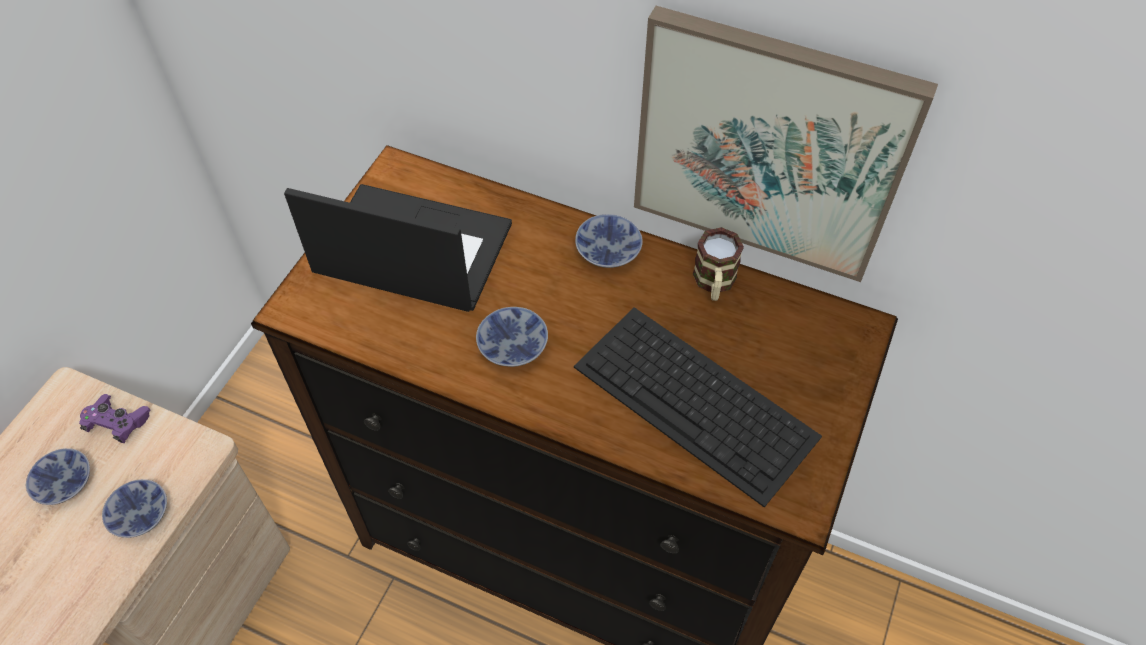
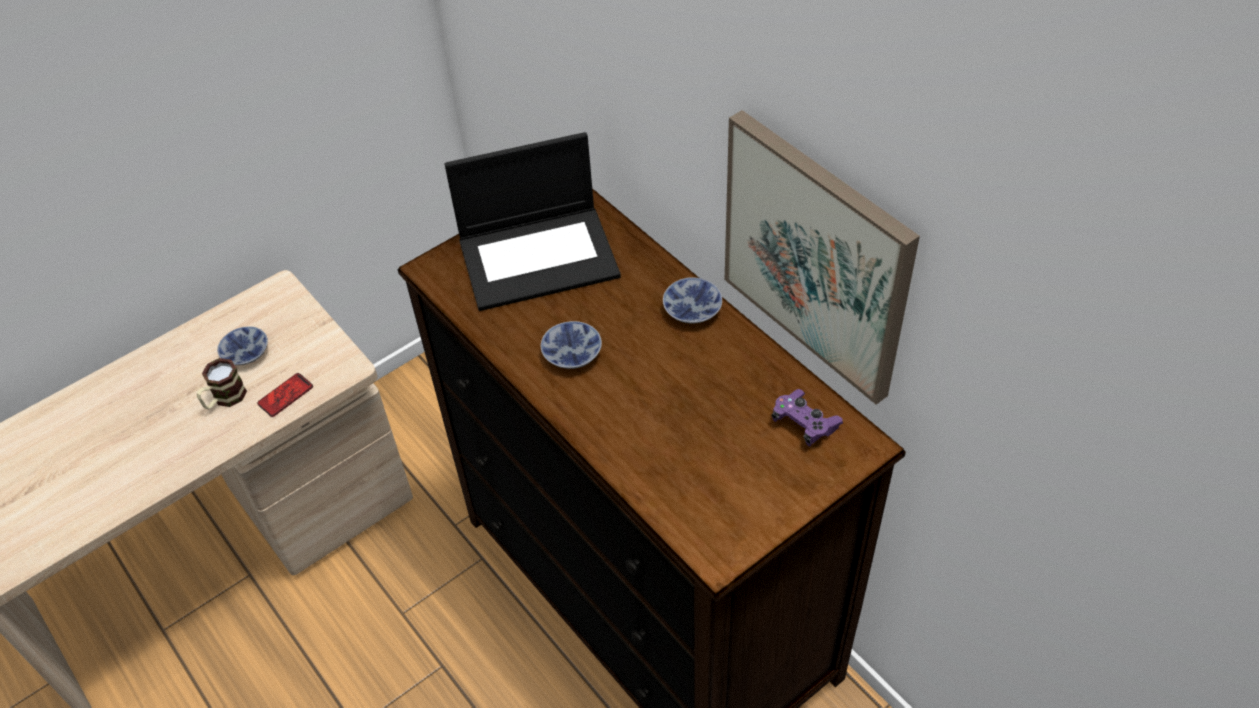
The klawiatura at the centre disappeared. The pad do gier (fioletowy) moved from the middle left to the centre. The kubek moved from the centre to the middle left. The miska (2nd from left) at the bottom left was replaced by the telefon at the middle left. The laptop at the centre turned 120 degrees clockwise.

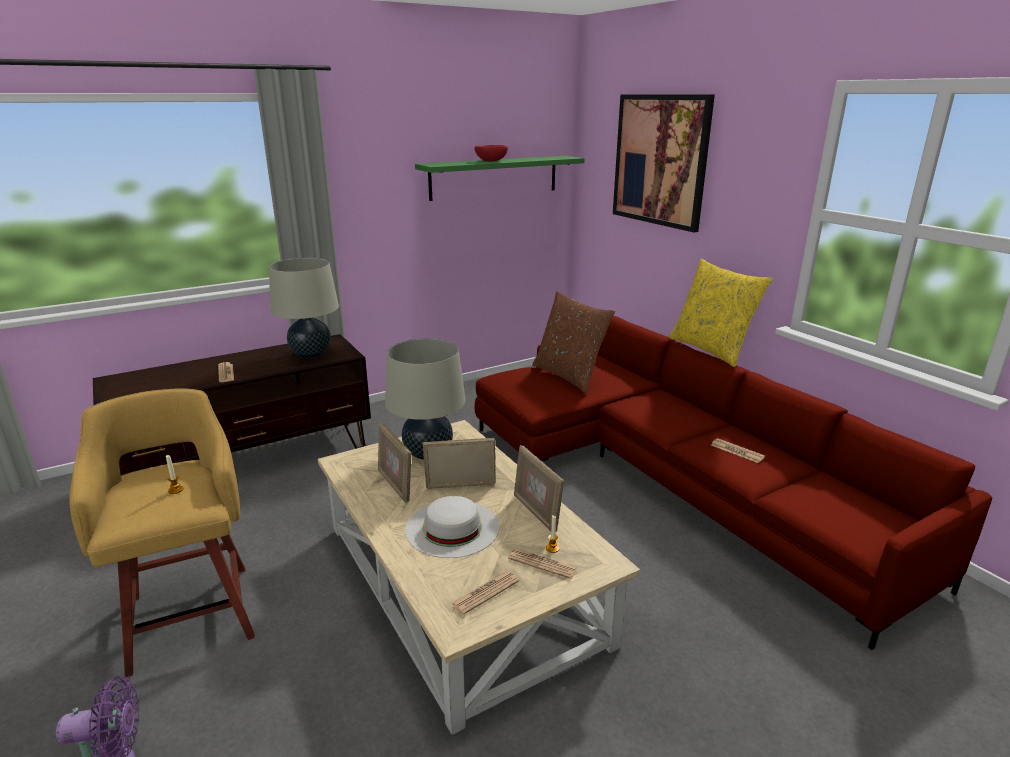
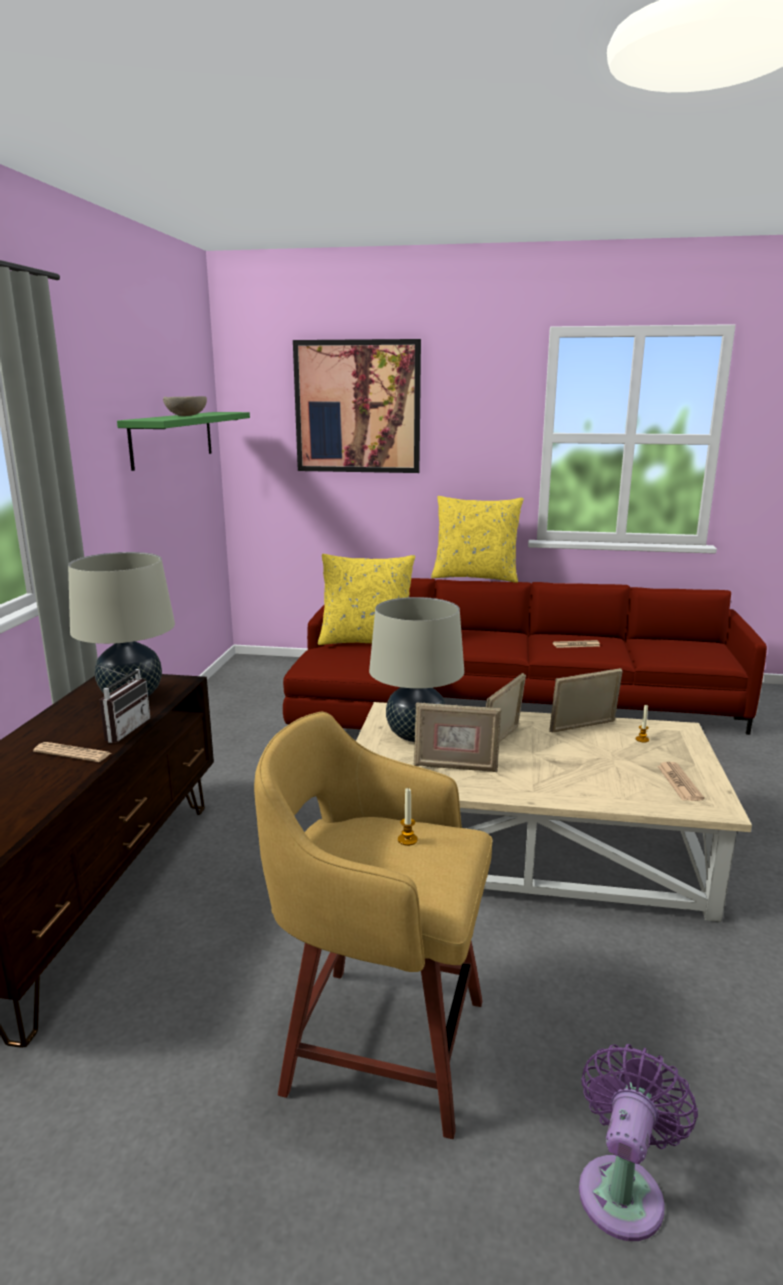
The kapelusz (biały) at the bottom centre disappeared. The gazeta (3rd from left) at the bottom centre disappeared. The radio at the middle left appeared. The miska (czerwony) at the top centre became the miska (beżowy) at the top left. The poduszka (brązowy) at the centre became the poduszka (żółty) (1st from left) at the centre. The ramka na zdjęcie (3rd from left) at the centre turned 150 degrees clockwise.

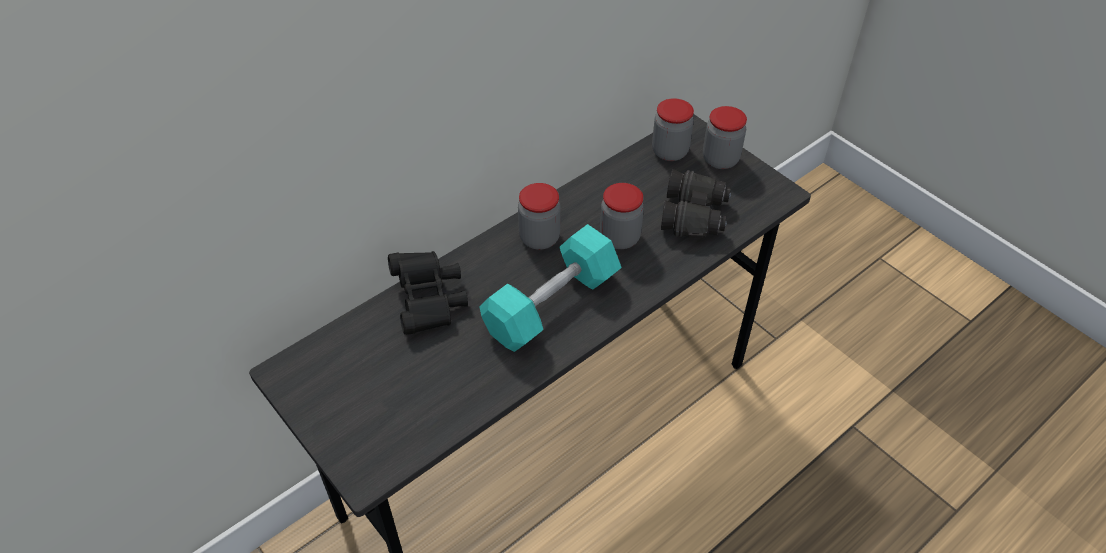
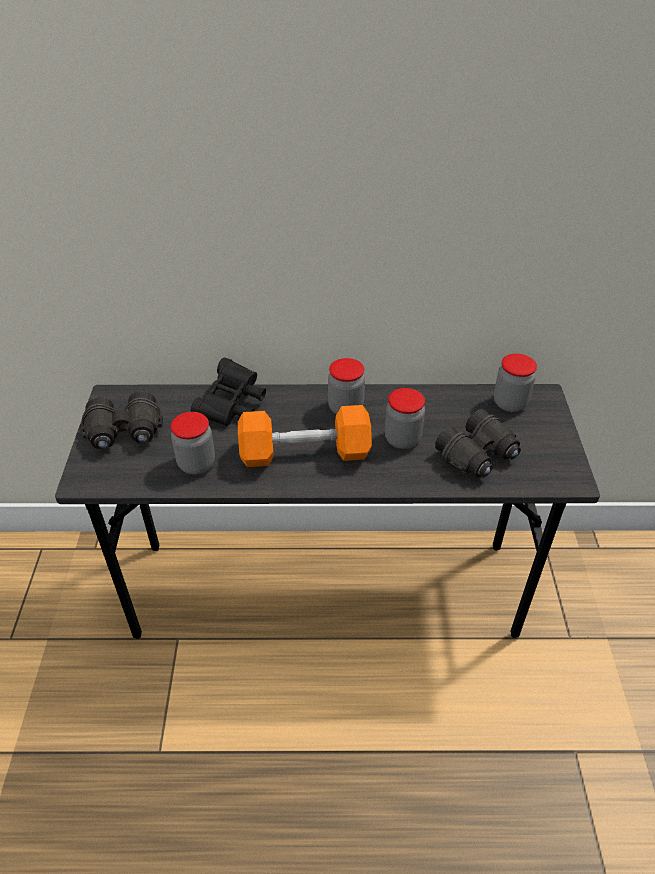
The lornetka (czarny) (1st from left) at the middle left appeared. The słoik (4th from left in the first image) moved from the top centre to the middle left. The hantel (turkusowy) at the centre became the hantel (pomarańczowy) at the centre.

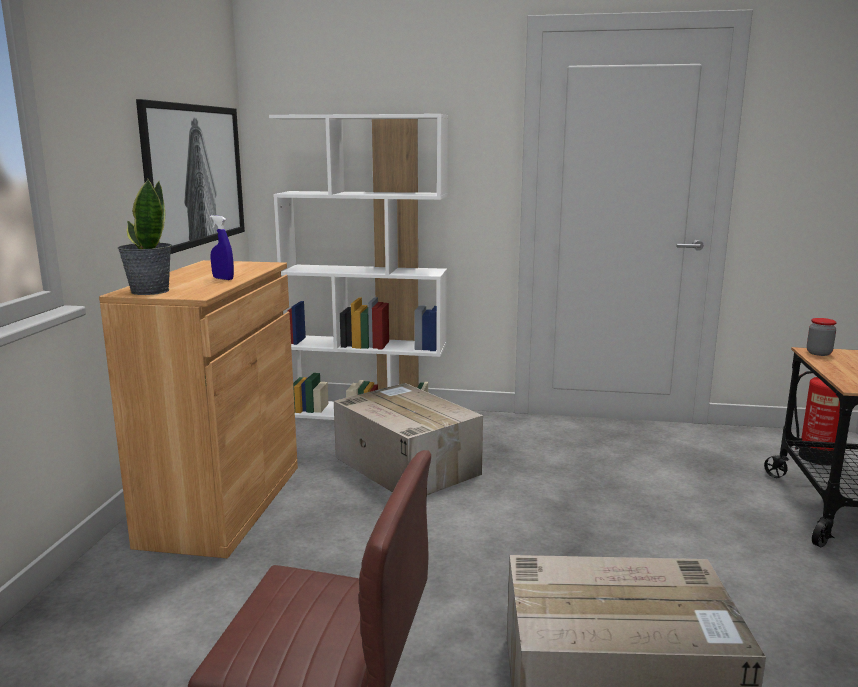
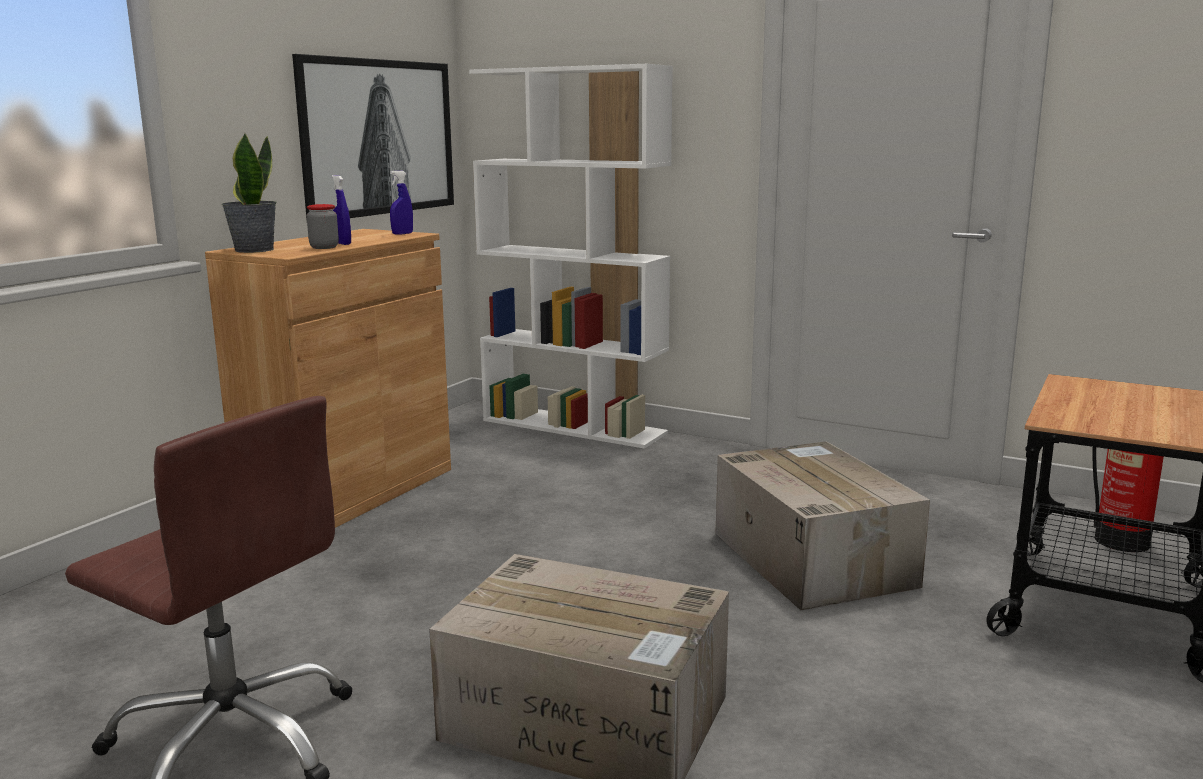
The spryskiwacz (niebieski) (2nd from left) at the top centre appeared. The karton (1st from left in the first image) moved from the centre to the bottom right. The słoik moved from the middle right to the top left.

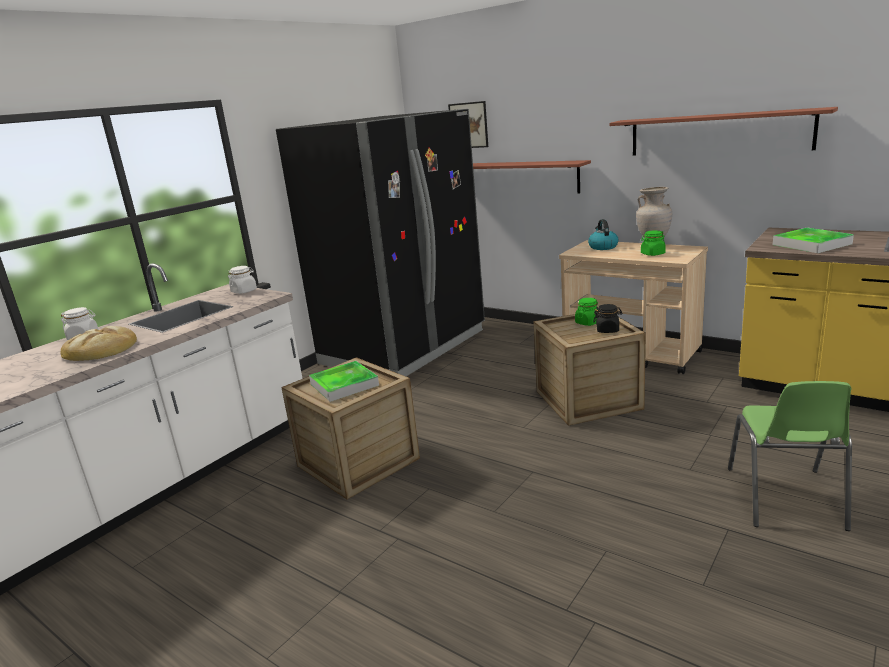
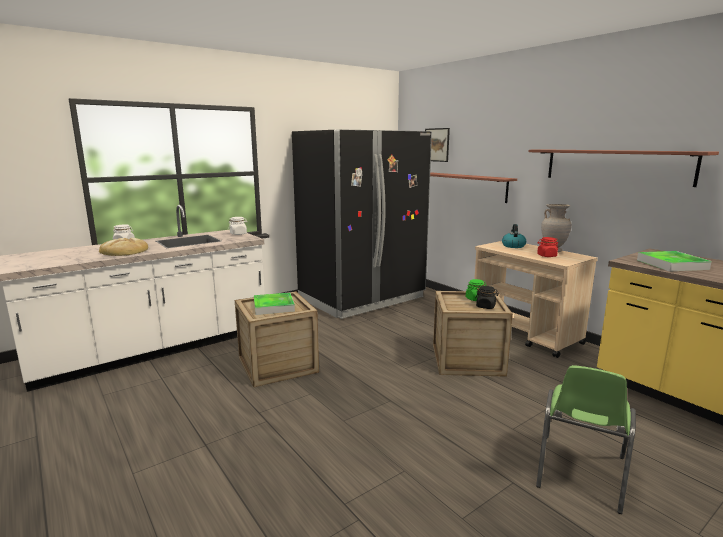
The słoik (zielony) (2nd from left) at the middle right became the słoik (czerwony) at the middle right.

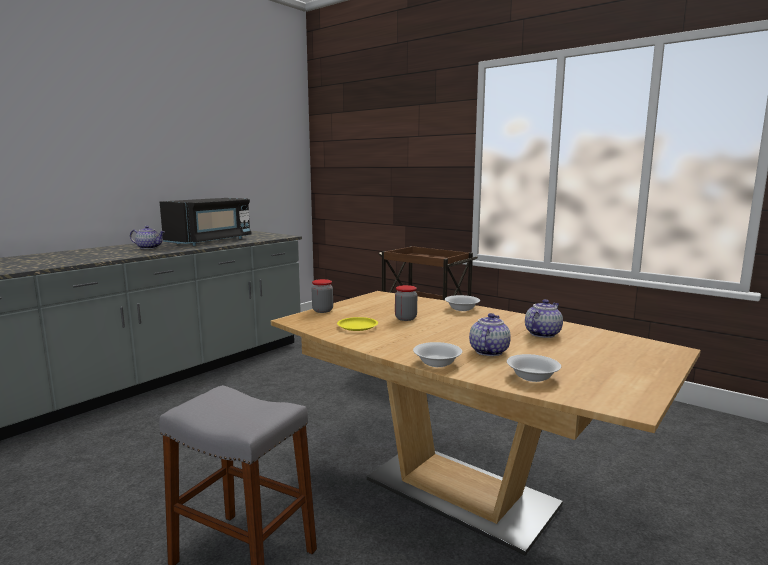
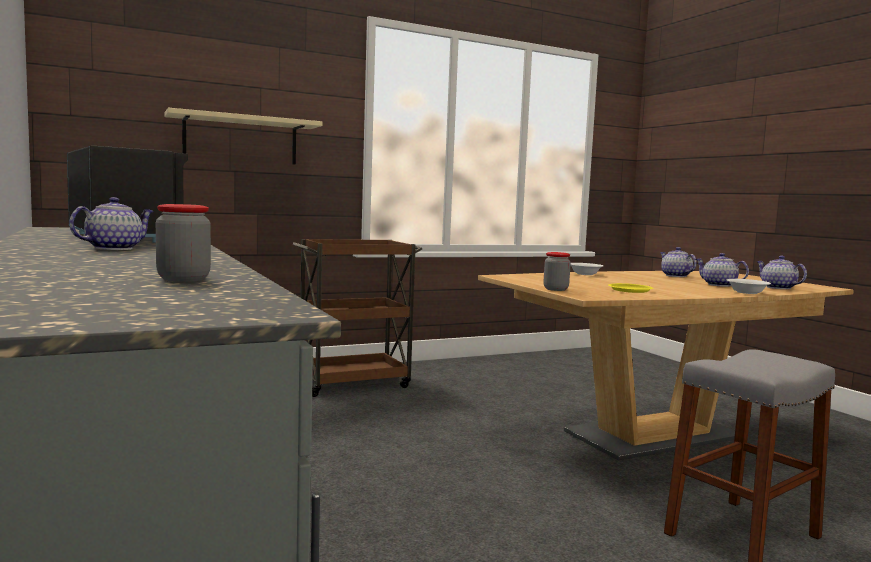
The półka (beżowy) at the top left appeared. The słoik (2nd from left in the first image) moved from the centre to the middle left. The miska (biały) (3rd from left) at the middle right was replaced by the imbryk (4th from left) at the middle right.

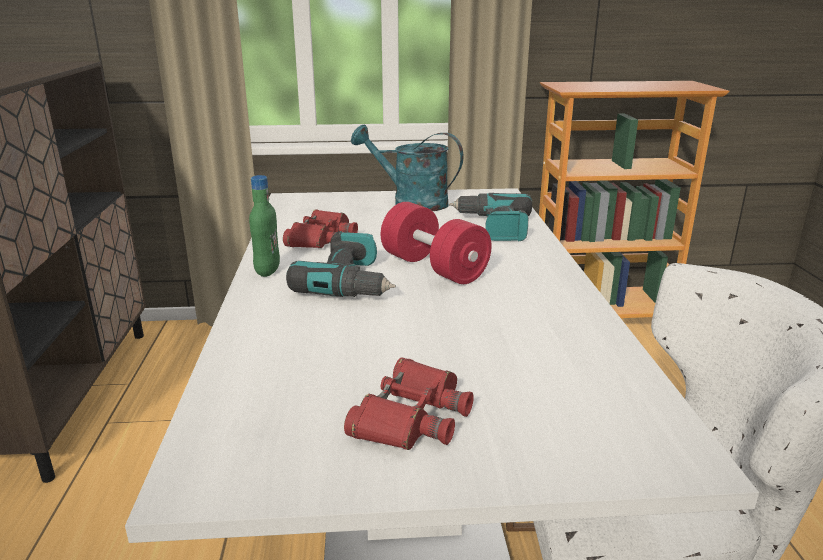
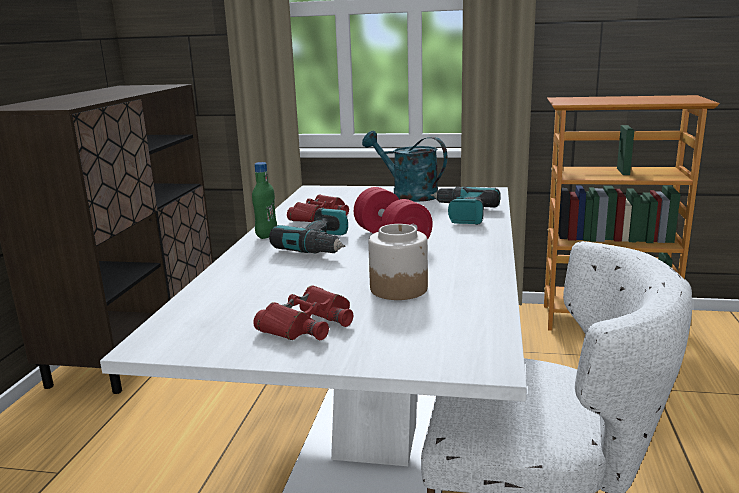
The słoik at the centre appeared.

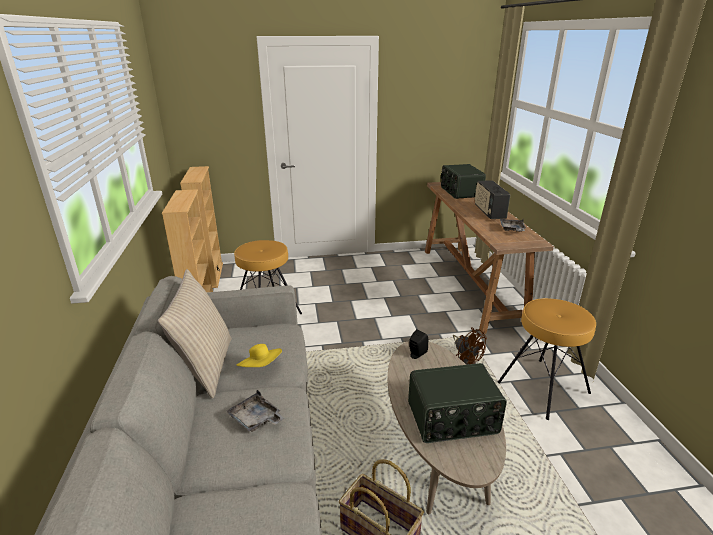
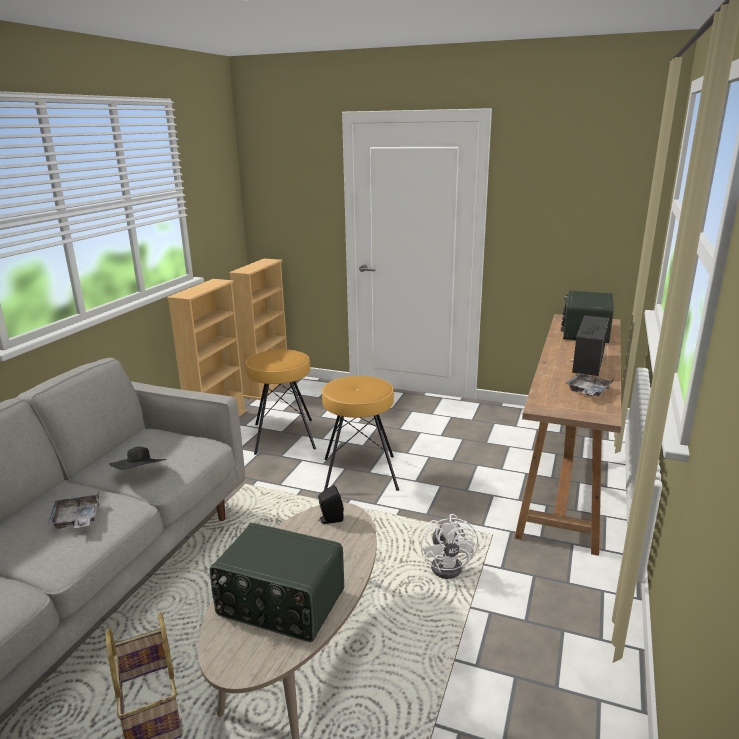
The poduszka (beżowy) at the middle left disappeared. The stołek (brązowy) (2nd from left) moved from the bottom right to the centre. The kapelusz (żółty) at the centre became the kapelusz (czarny) at the middle left. The wentylator (brązowy) at the centre became the wentylator (biały) at the bottom centre.

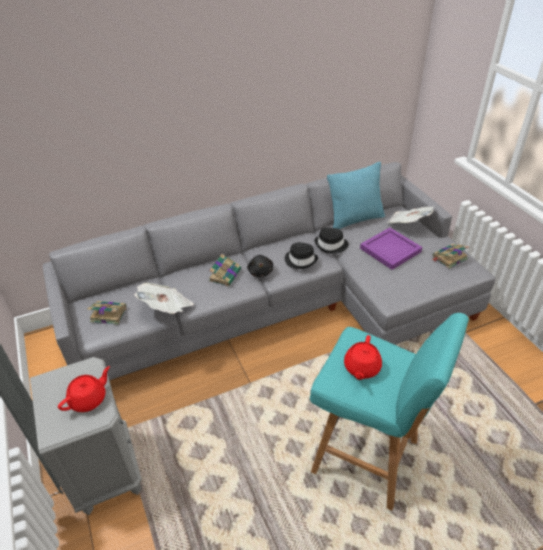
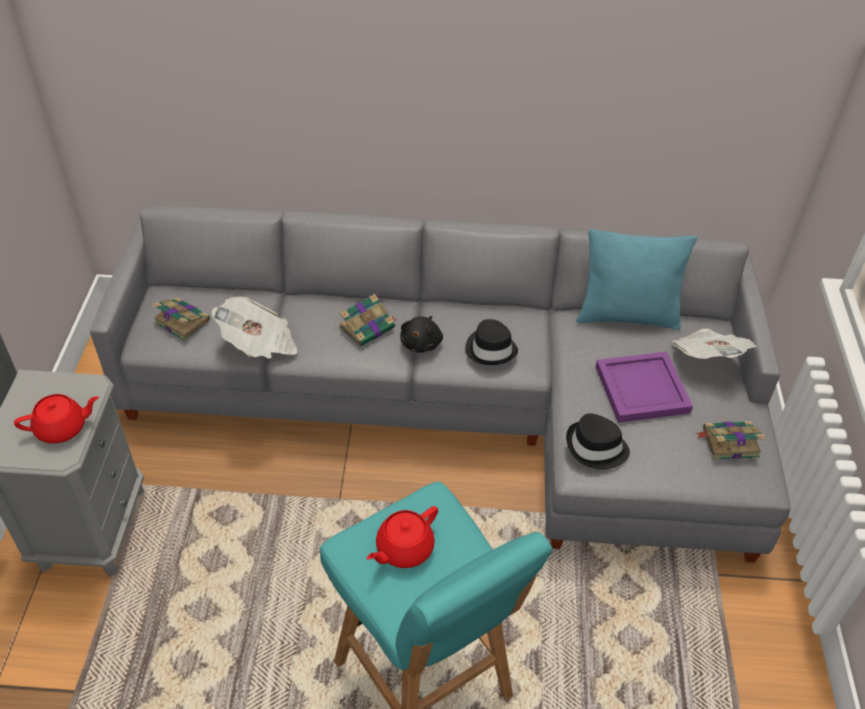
The kapelusz (czarny) (2nd from left) moved from the centre to the middle right.

